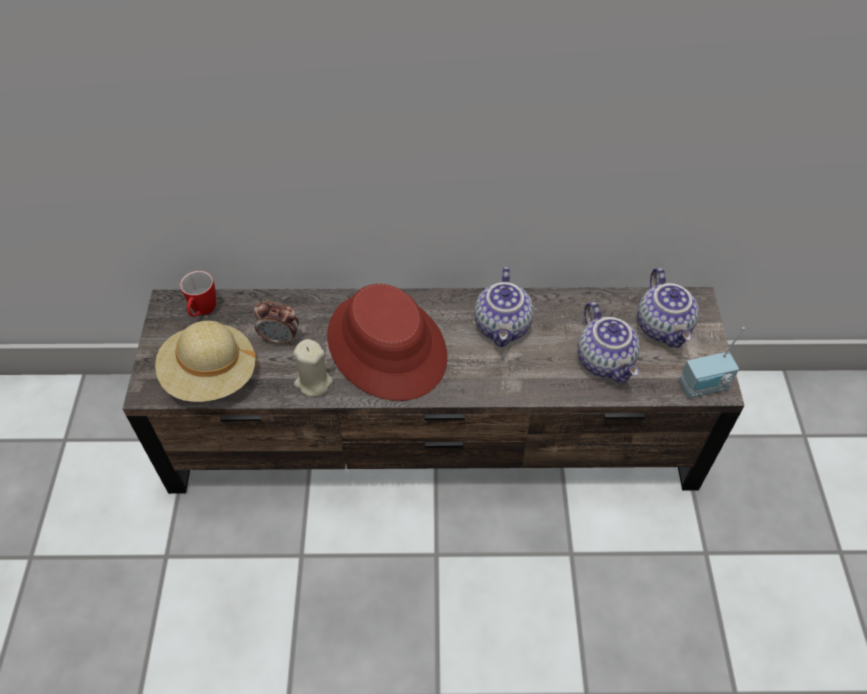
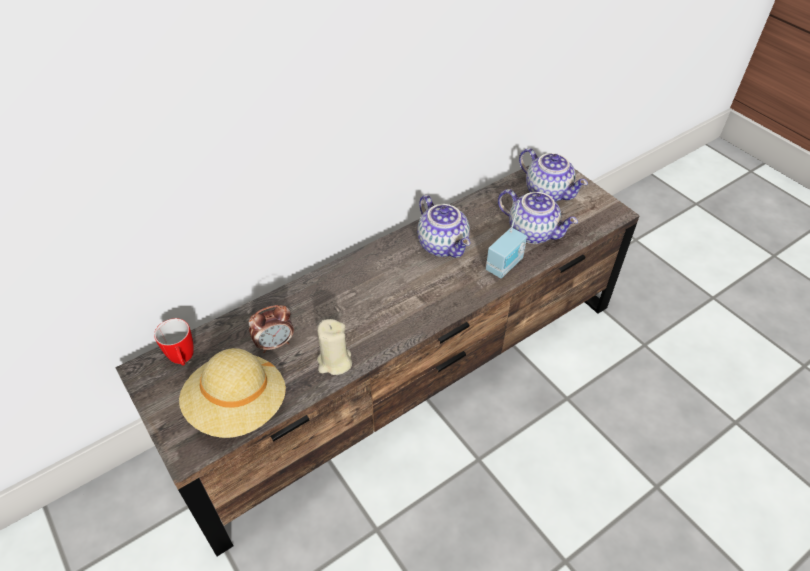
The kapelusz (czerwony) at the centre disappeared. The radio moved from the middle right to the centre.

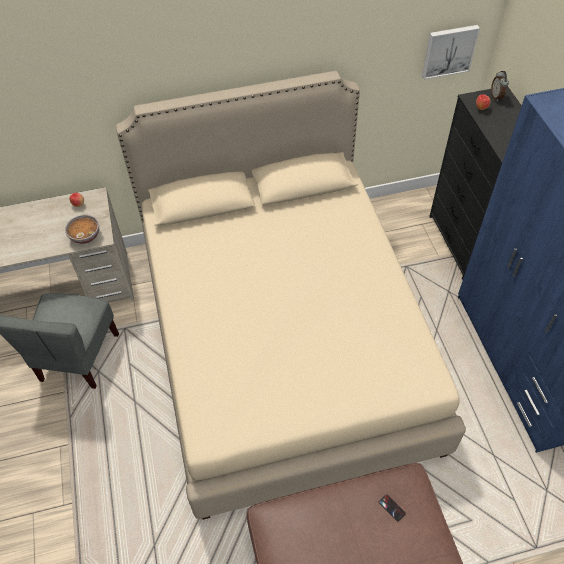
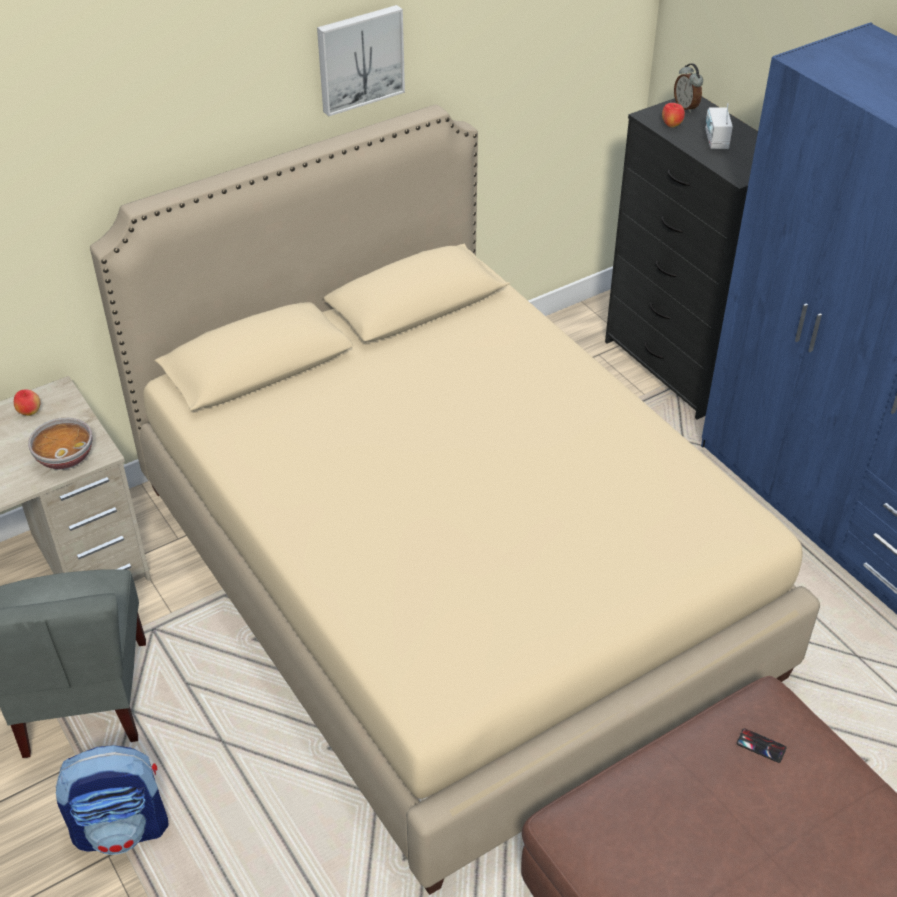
The plecak at the bottom left appeared. The radio at the top right appeared. The obraz moved from the top right to the top centre.

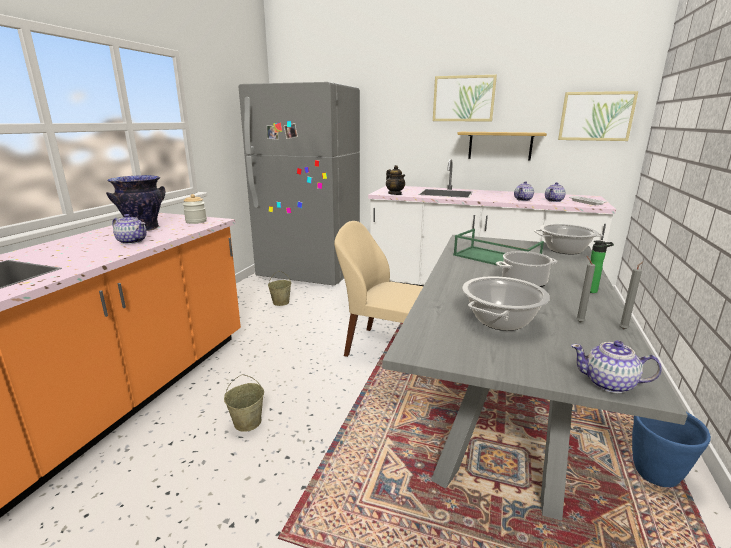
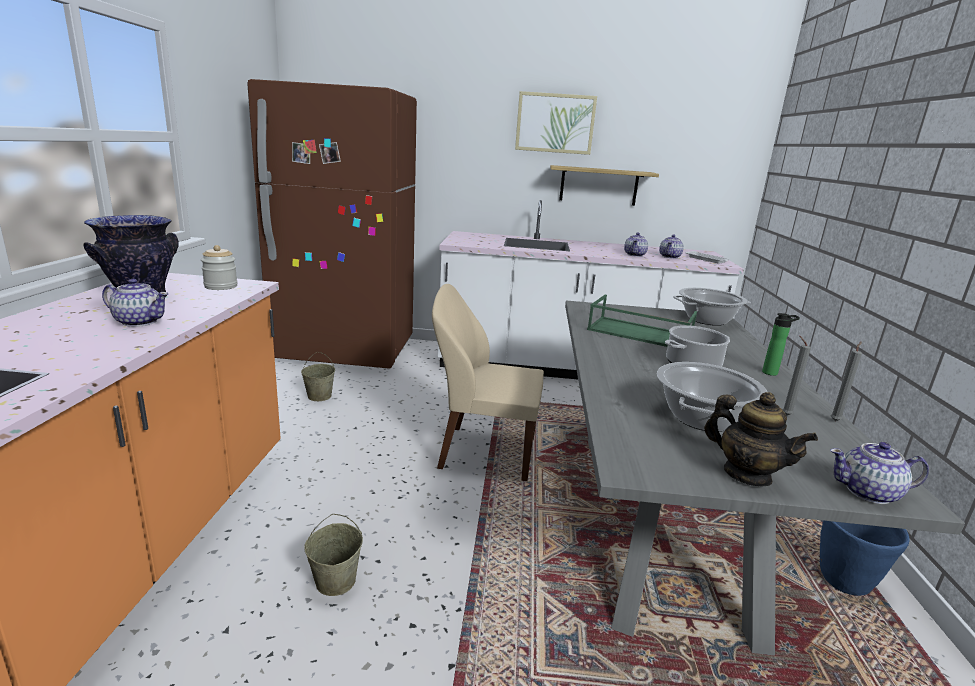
The obraz (2nd from left) at the top right disappeared. The imbryk (2nd from left in the first image) moved from the top centre to the middle right. The lodówka (szary) at the centre became the lodówka (brązowy) at the top centre.

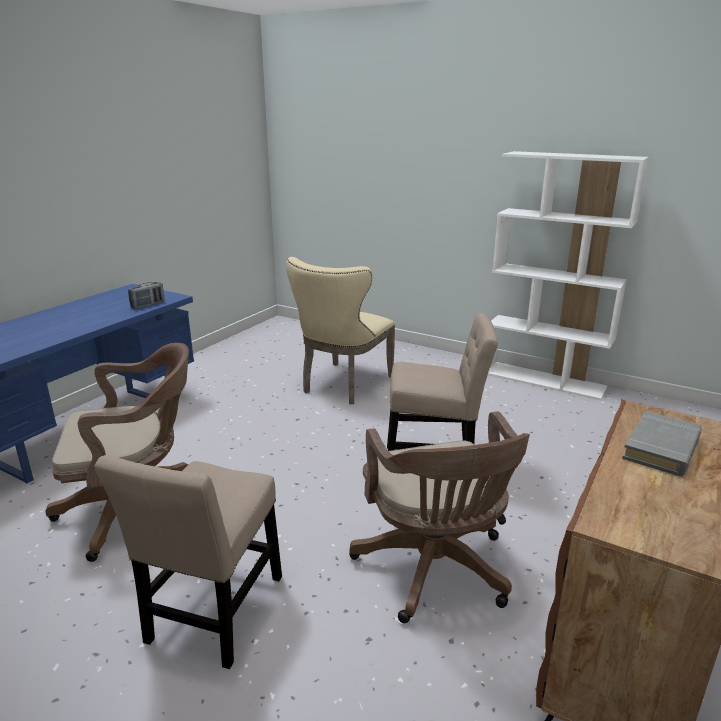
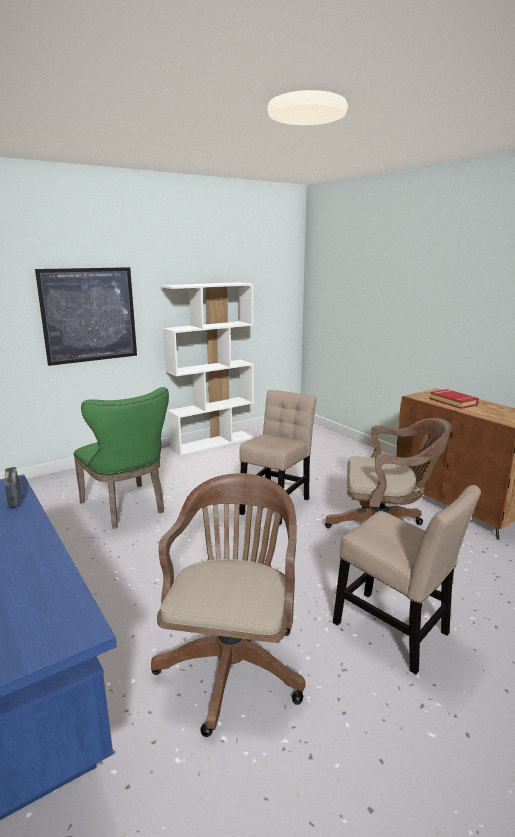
The obraz at the middle left appeared. The krzesło (beżowy) (2nd from left) at the centre became the krzesło (zielony) at the middle left. The książka (szary) at the middle right became the książka (czerwony) at the middle right.

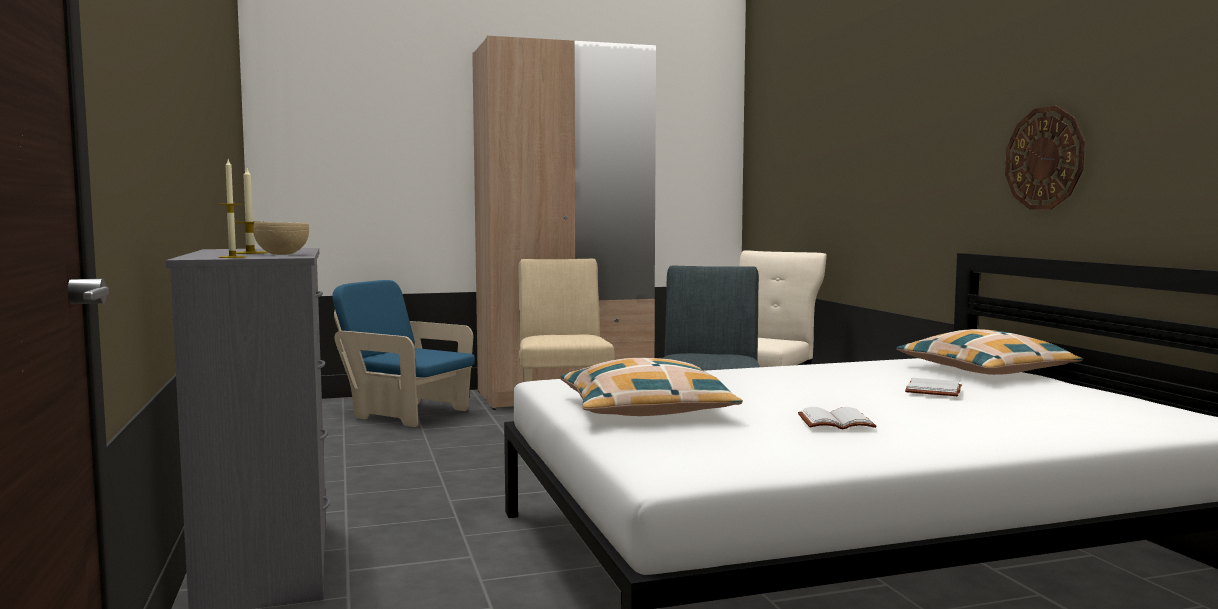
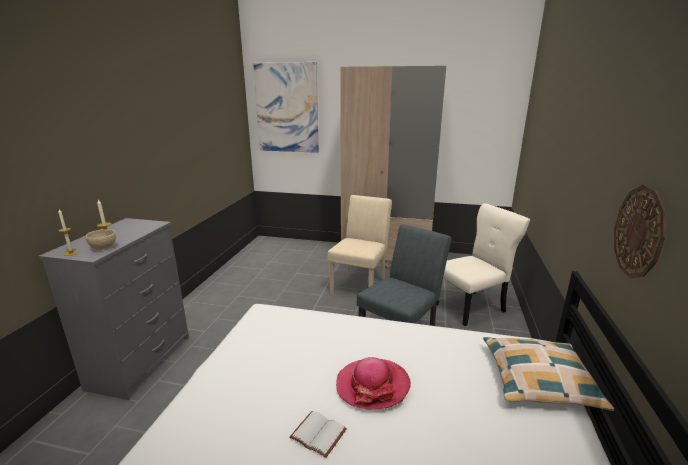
The fotel (niebieski) at the middle left disappeared. The poduszka (1st from left) at the centre disappeared. The książka (biały) (2nd from left) at the middle right disappeared. The obraz at the top centre appeared. The kapelusz at the bottom centre appeared.

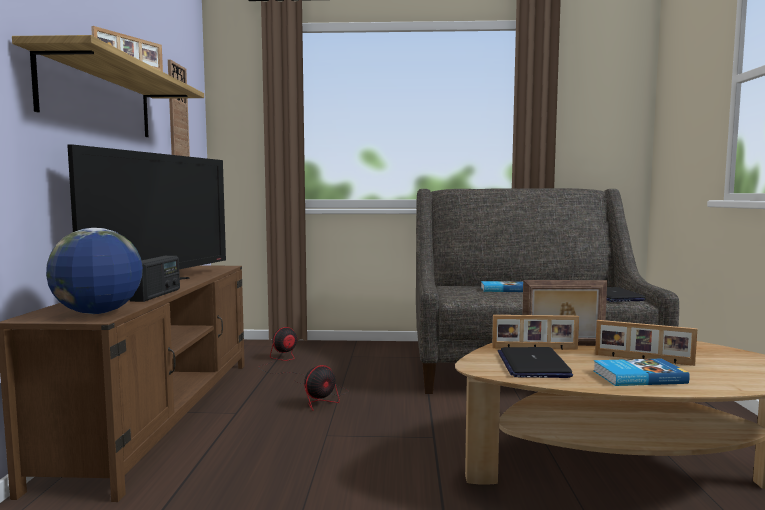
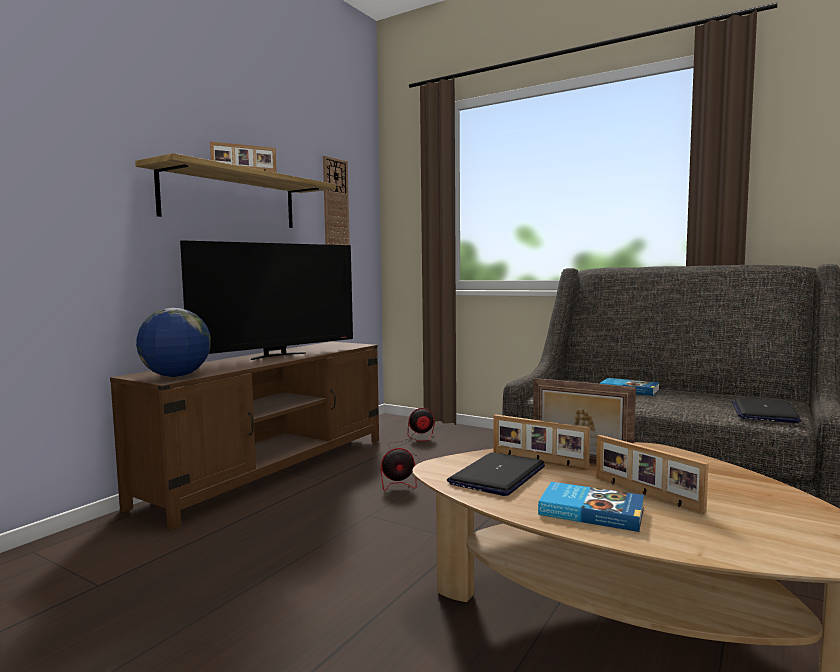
The radio at the middle left disappeared.

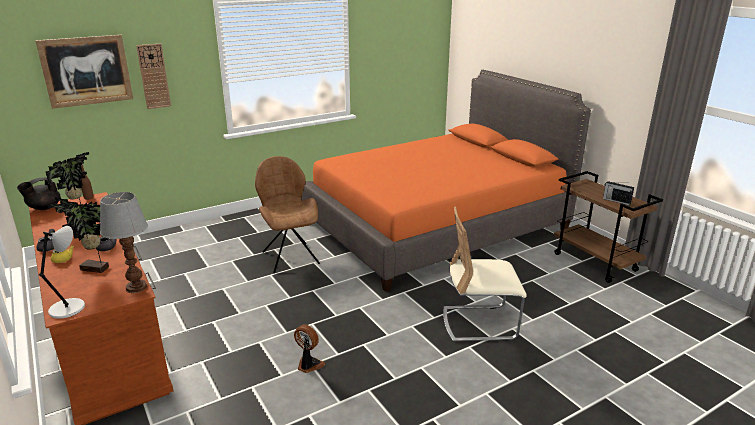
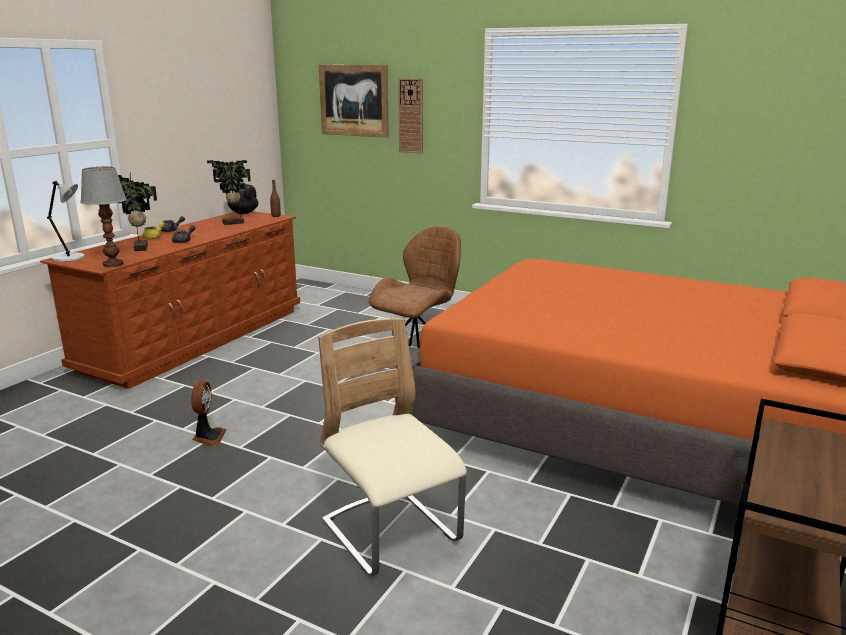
The radio at the middle right disappeared.

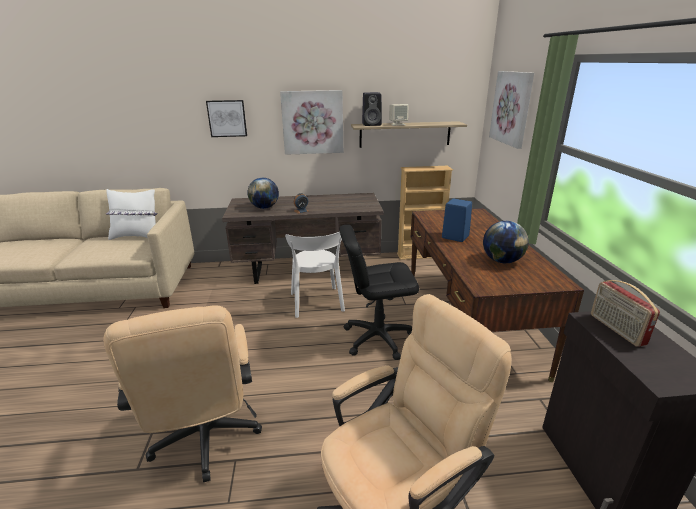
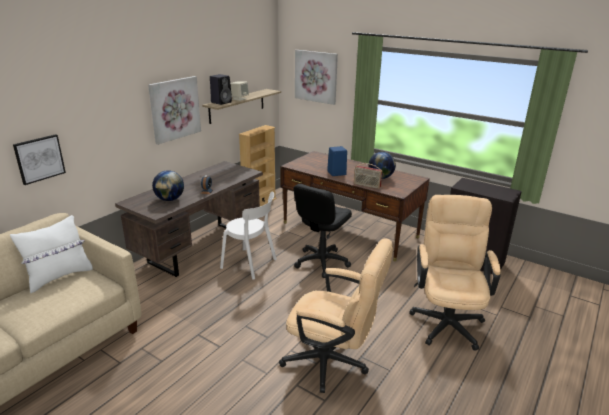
The obraz (1st from left) moved from the top left to the middle left. The radio moved from the middle right to the centre.

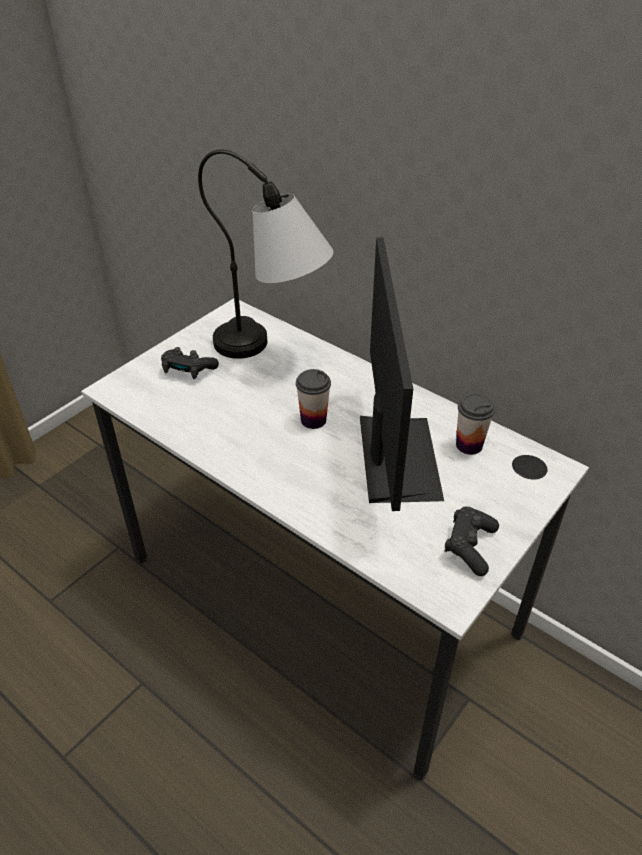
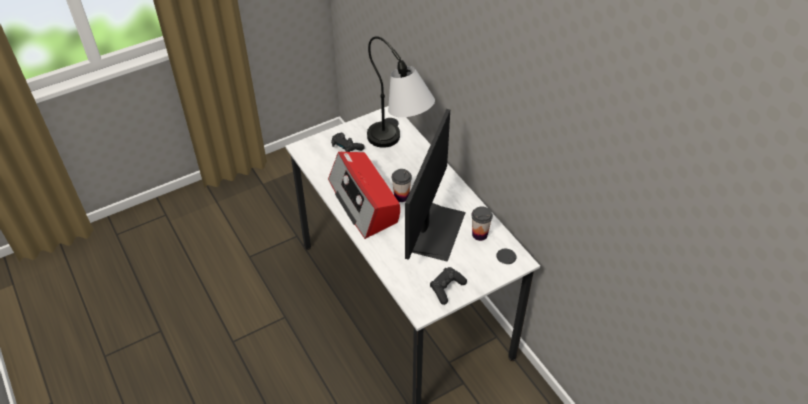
The radio at the centre appeared.

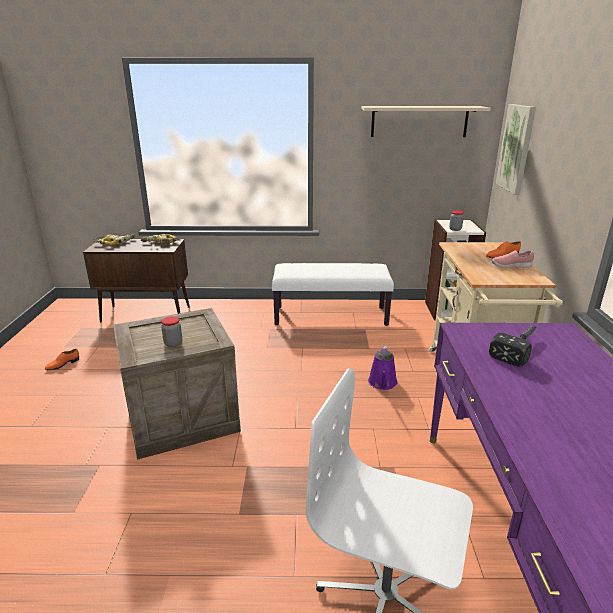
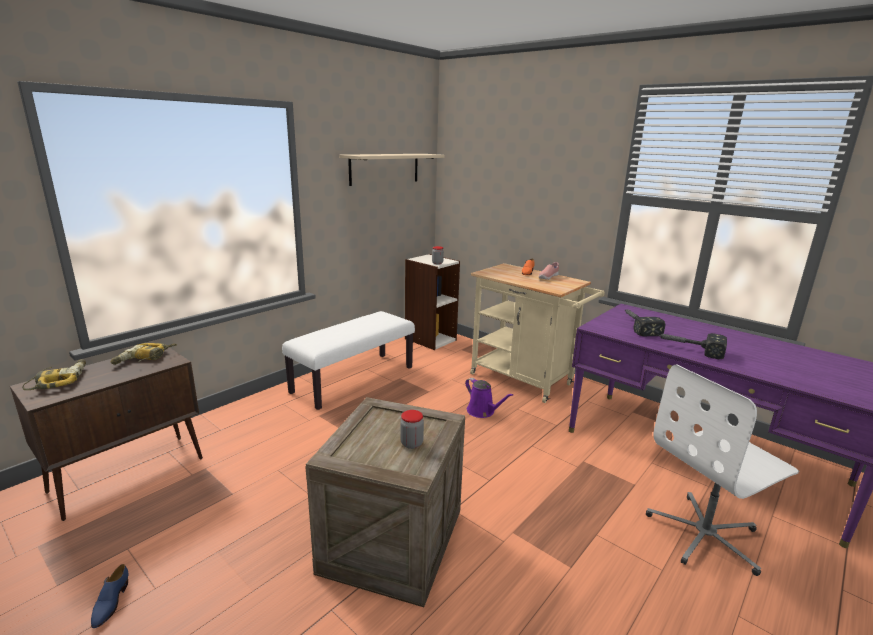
The obraz at the top right disappeared. The młotek (2nd from left) at the middle right appeared. The but (pomarańczowy) (1st from left) at the middle left became the but (niebieski) at the bottom left.

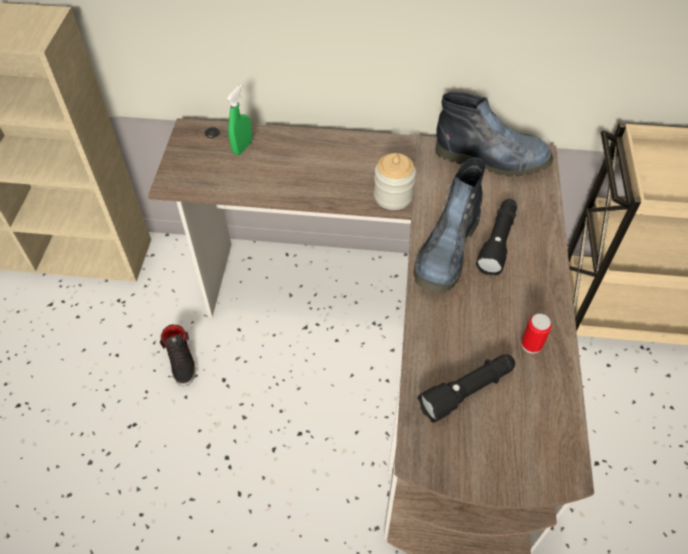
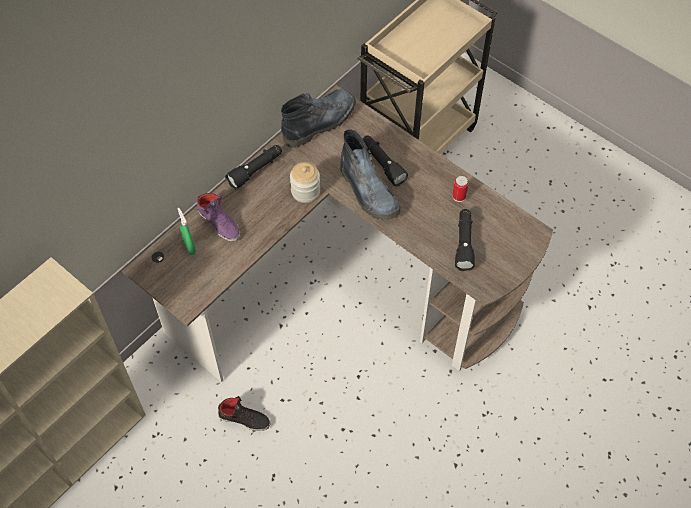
The but (fioletowy) at the middle left appeared. The latarka (czarny) (1st from left) at the top centre appeared.

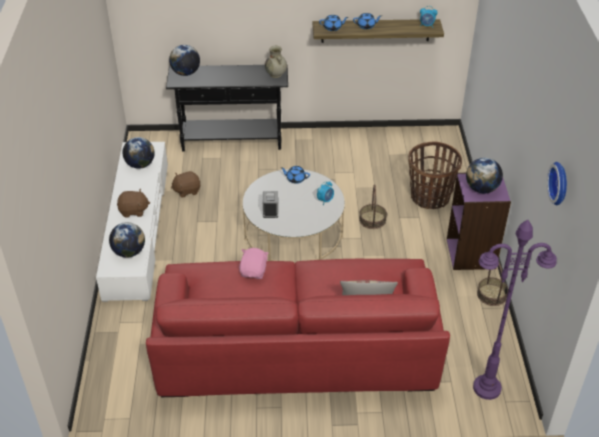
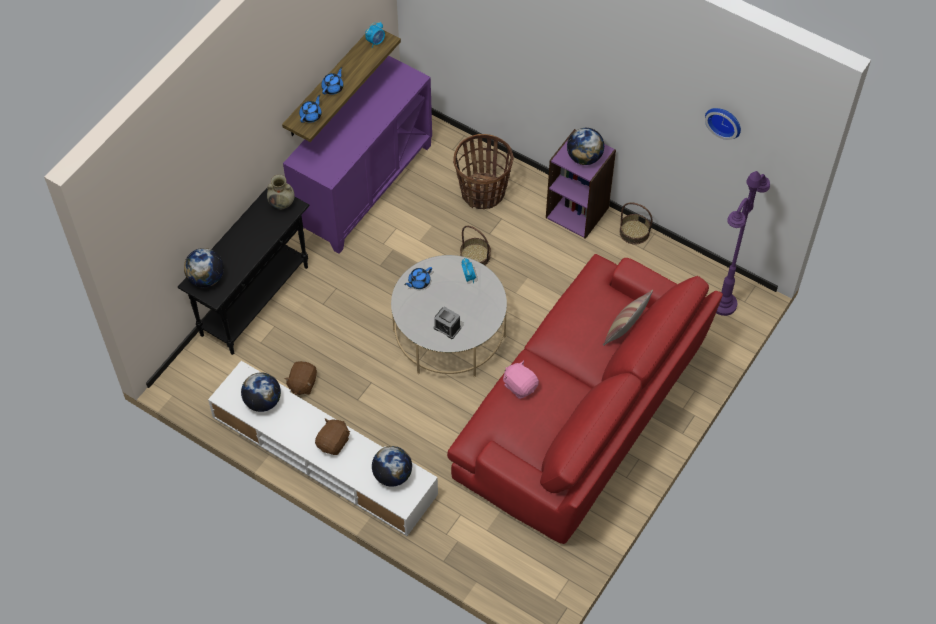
The szafka (fioletowy) at the top centre appeared.

